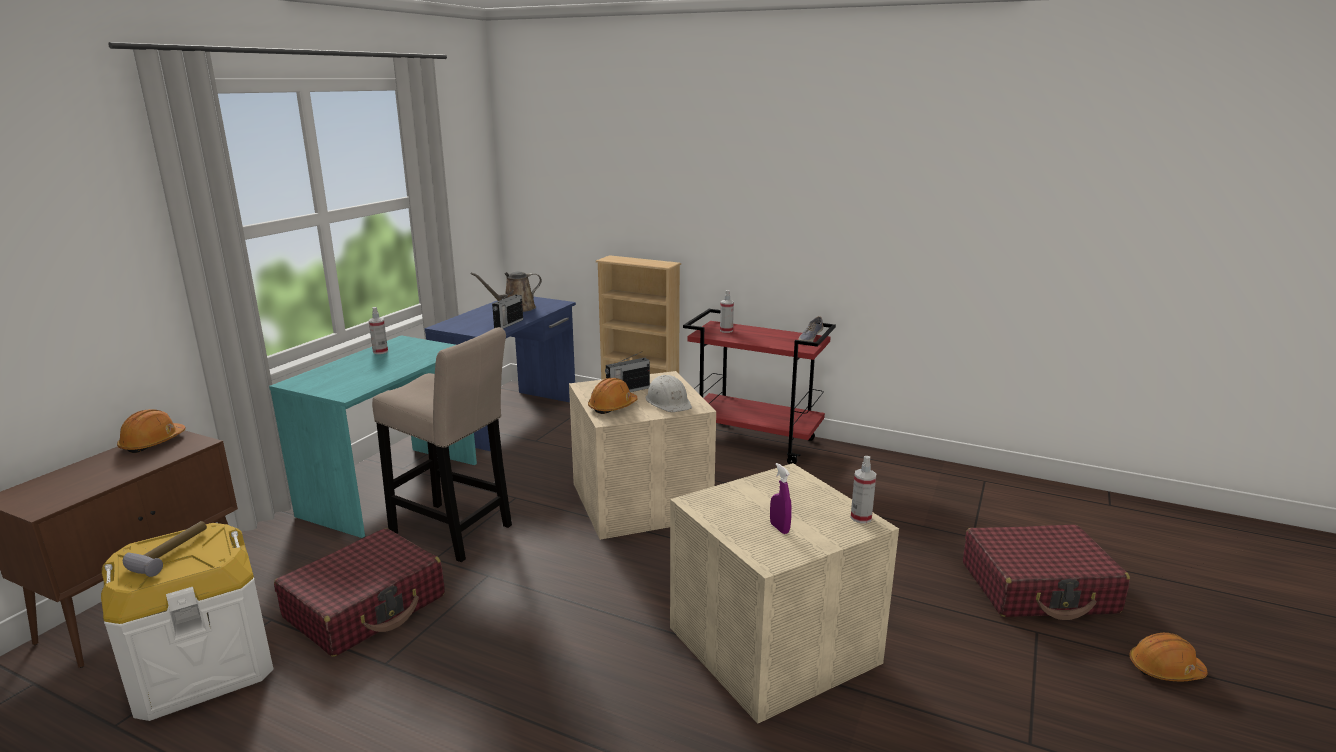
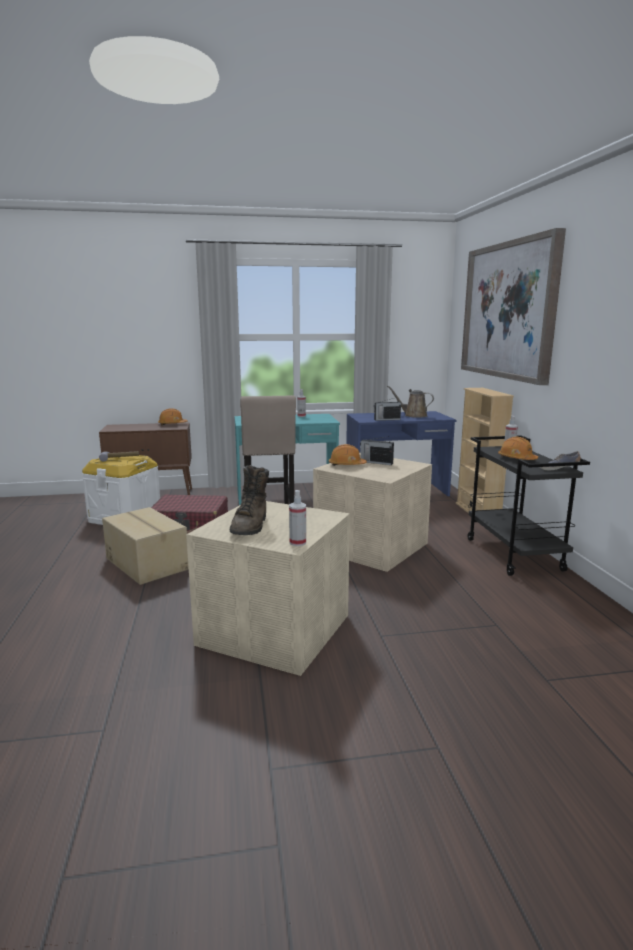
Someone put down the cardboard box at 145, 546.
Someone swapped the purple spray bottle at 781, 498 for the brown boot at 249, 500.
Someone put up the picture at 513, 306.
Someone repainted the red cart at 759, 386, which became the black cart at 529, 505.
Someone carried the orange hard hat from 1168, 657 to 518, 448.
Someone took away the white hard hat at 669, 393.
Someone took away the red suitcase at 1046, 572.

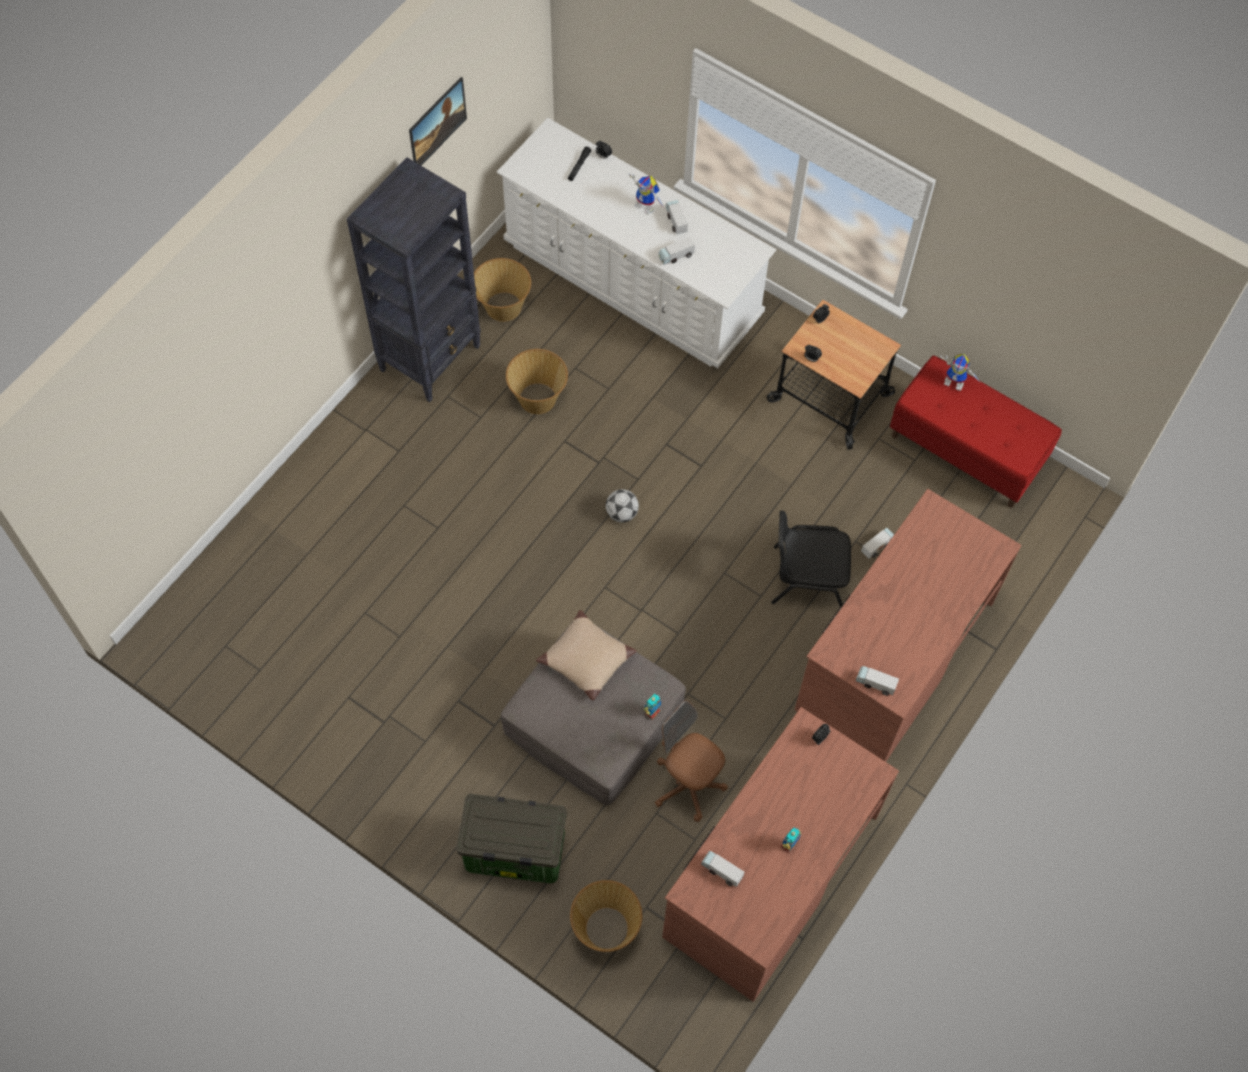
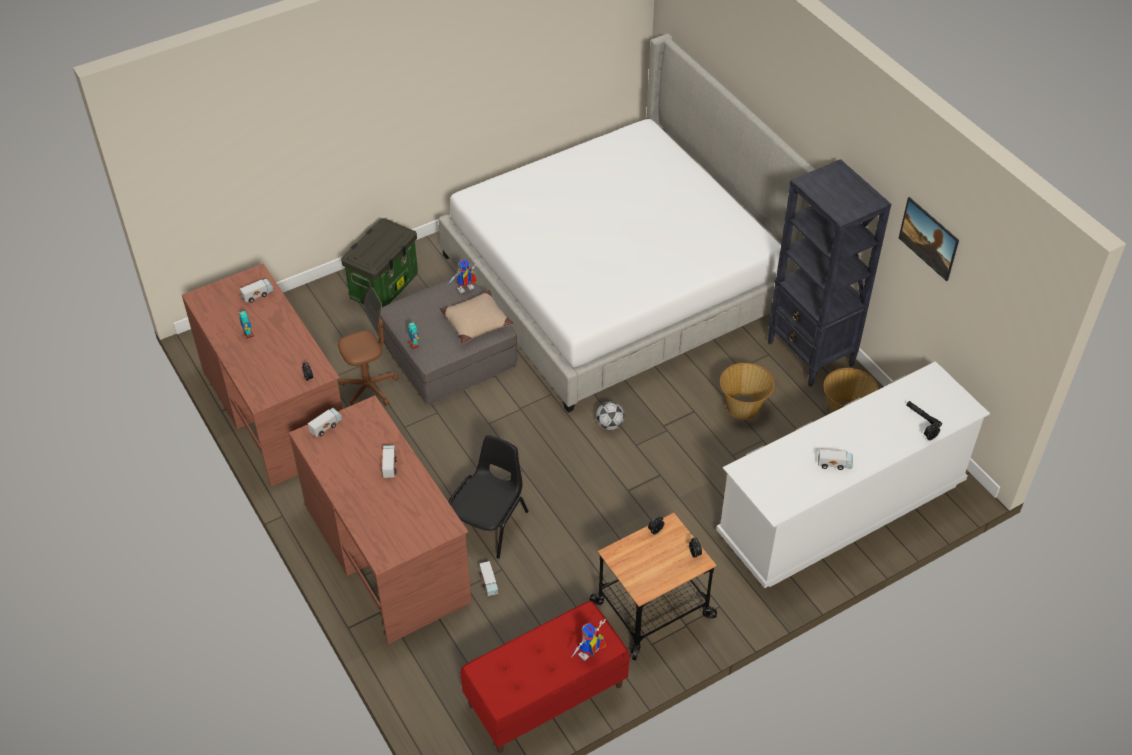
Someone carried the toy truck from 677, 251 to 389, 461.
Someone put down the bed at 627, 223.
Someone carried the toy robot from 646, 194 to 463, 276.
Someone took away the basket at 606, 916.

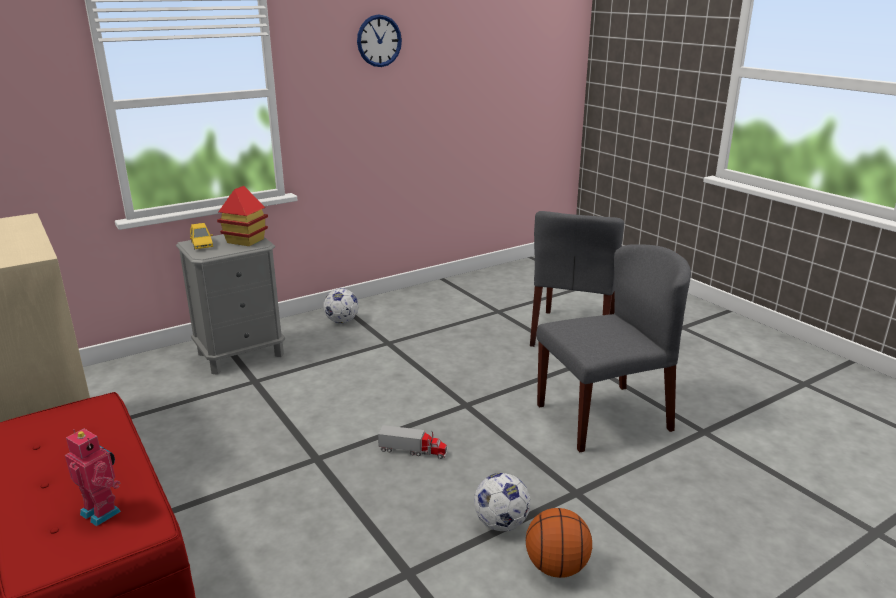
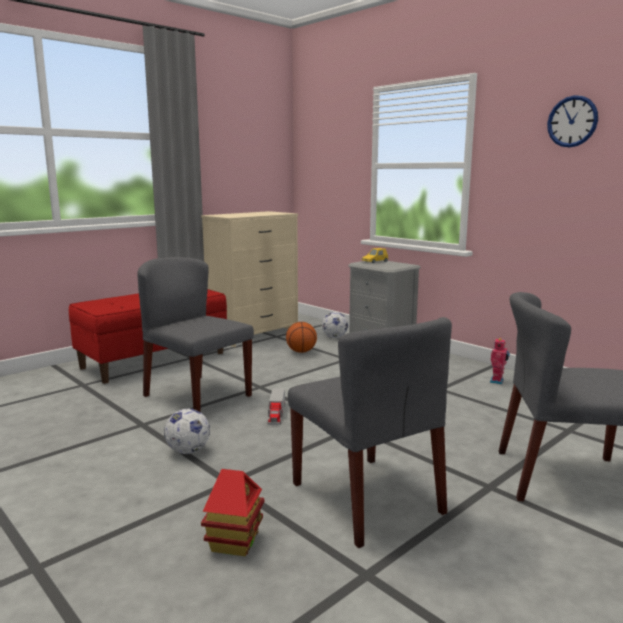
Someone put down the grey chair at 195, 334.
Someone carried the toy house from 242, 216 to 232, 512.
Someone carried the basketball from 559, 543 to 301, 337.
Someone carried the football from 341, 305 to 335, 325.
Someone carried the toy robot from 93, 478 to 499, 361.

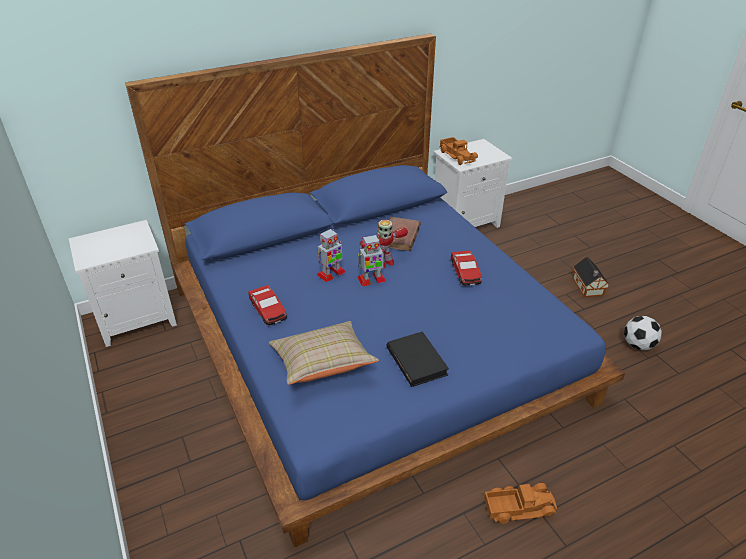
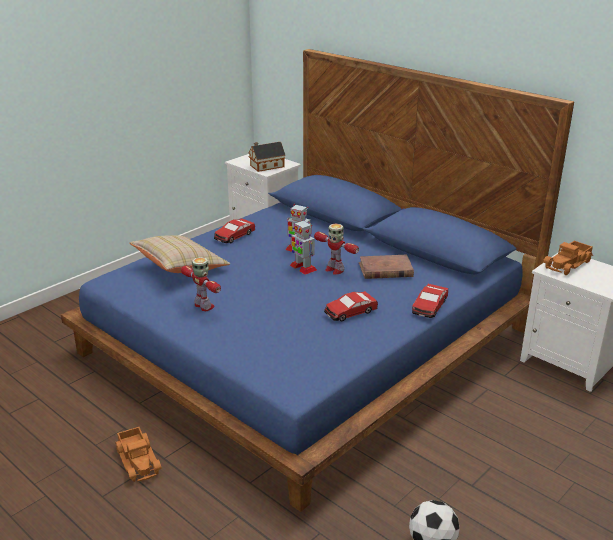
Someone swapped the black book at 417, 359 for the toy robot at 201, 284.
Someone carried the toy house from 590, 277 to 266, 157.
Someone put down the toy car at 430, 301.

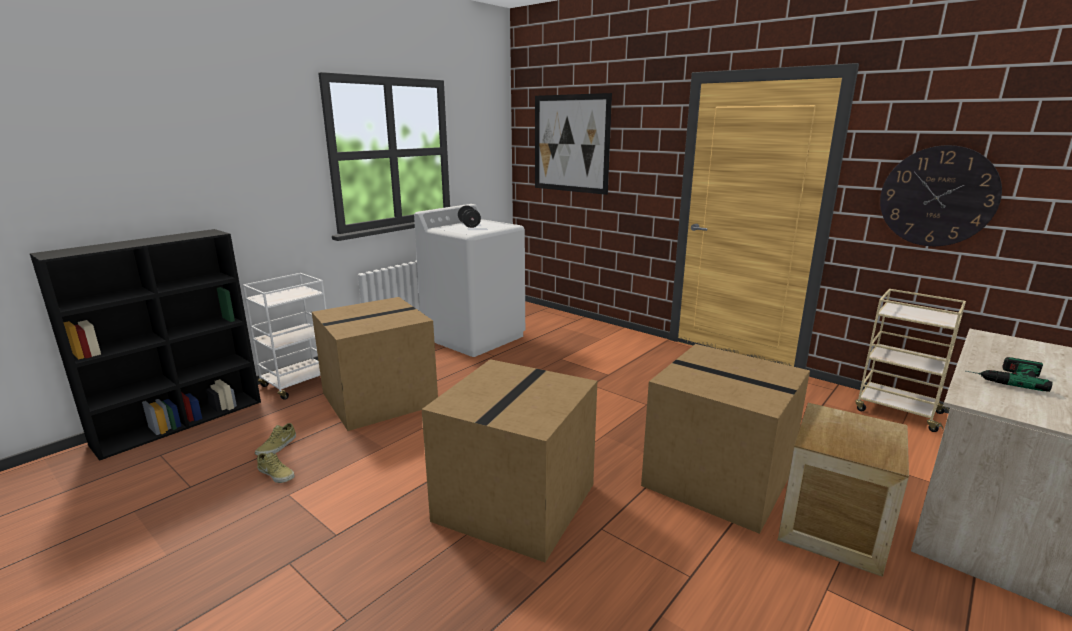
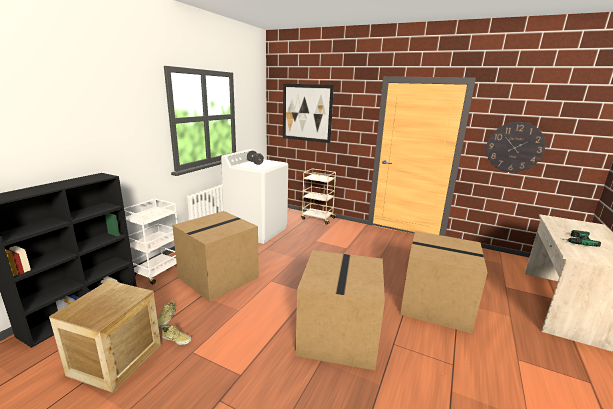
Someone carried the crate from 843, 490 to 105, 336.
Someone carried the beige cart from 910, 360 to 319, 196.

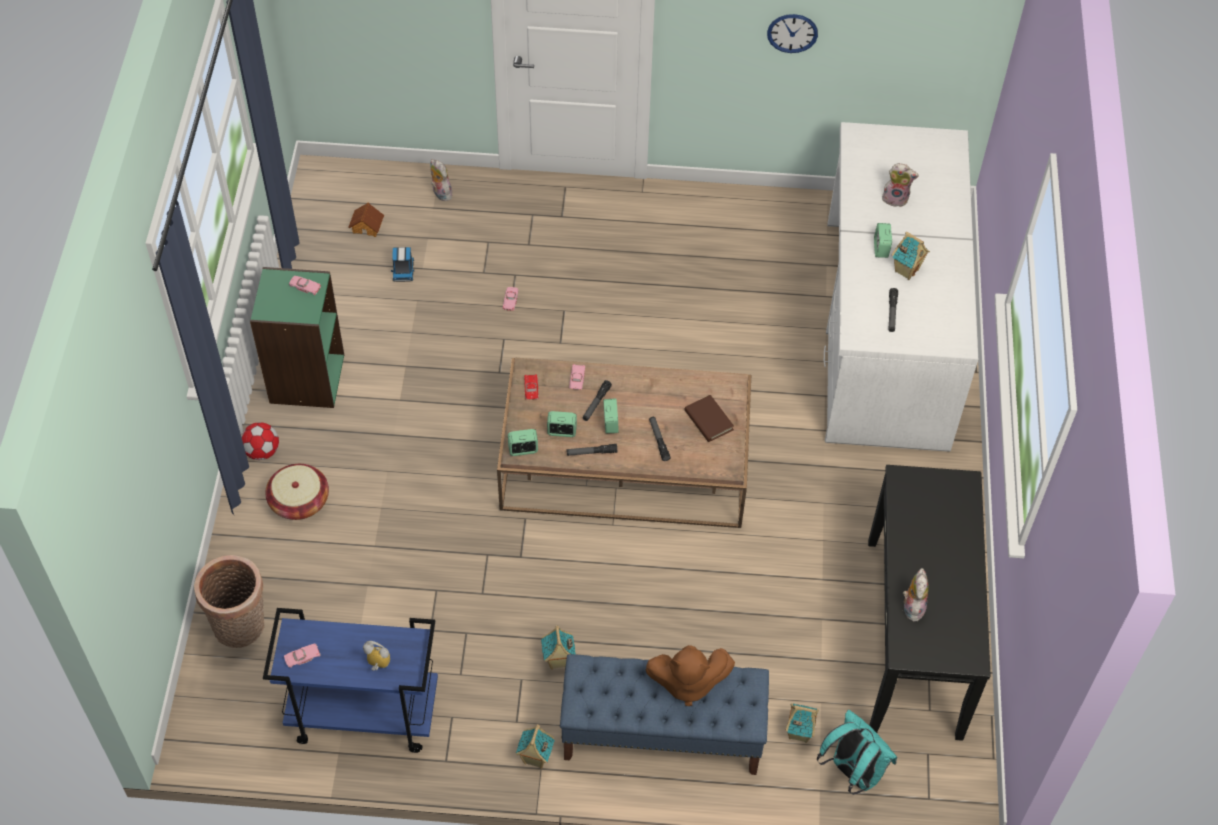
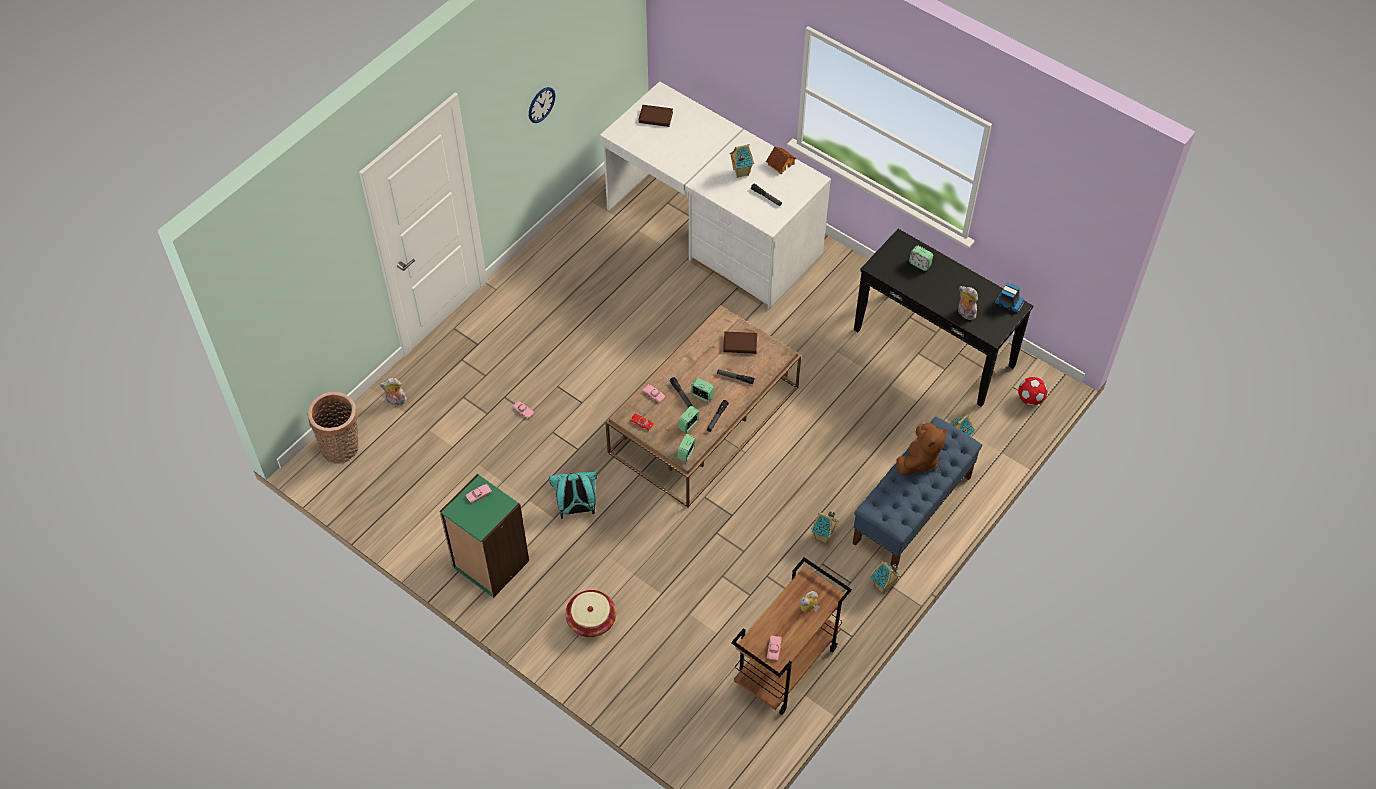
Someone carried the basket from 229, 601 to 333, 428.
Someone carried the turquoise backpack from 857, 752 to 573, 495.
Someone put down the brown book at 655, 116.
Someone repainted the blue cart at 350, 680, which became the brown cart at 791, 636.
Someone carried the toy house from 366, 220 to 781, 160.
Someone carried the alarm clock from 883, 240 to 921, 258.
Someone carried the toy truck from 402, 264 to 1009, 298.
Someone carried the football from 260, 441 to 1032, 391.
Someone took away the plush toy at 900, 185.

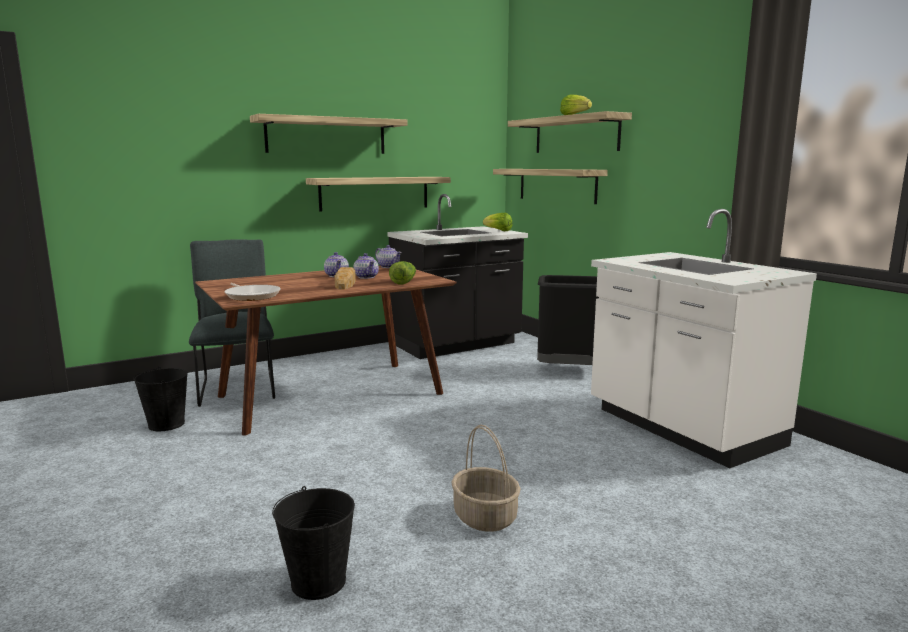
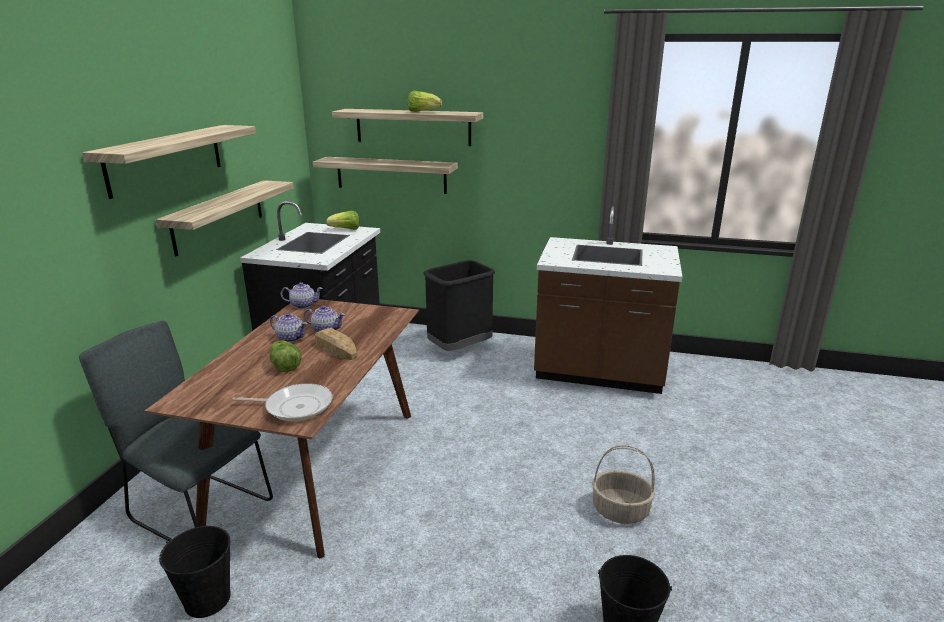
Someone carried the lettuce from 402, 272 to 285, 356.
Someone repainted the white counter at 704, 338, which became the brown counter at 608, 300.

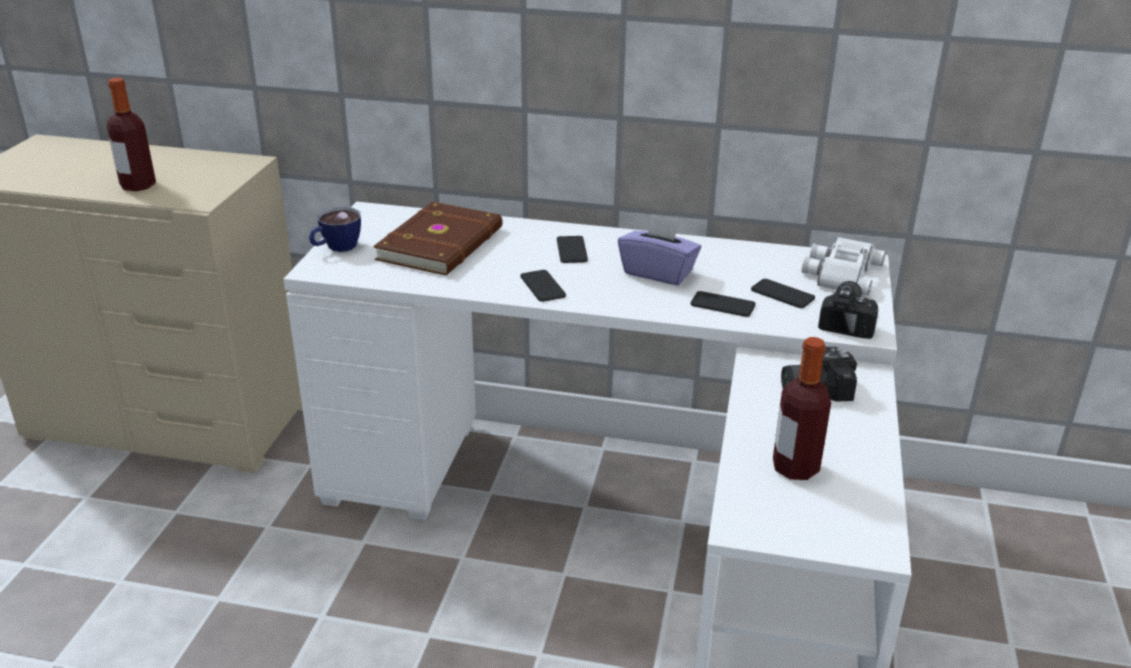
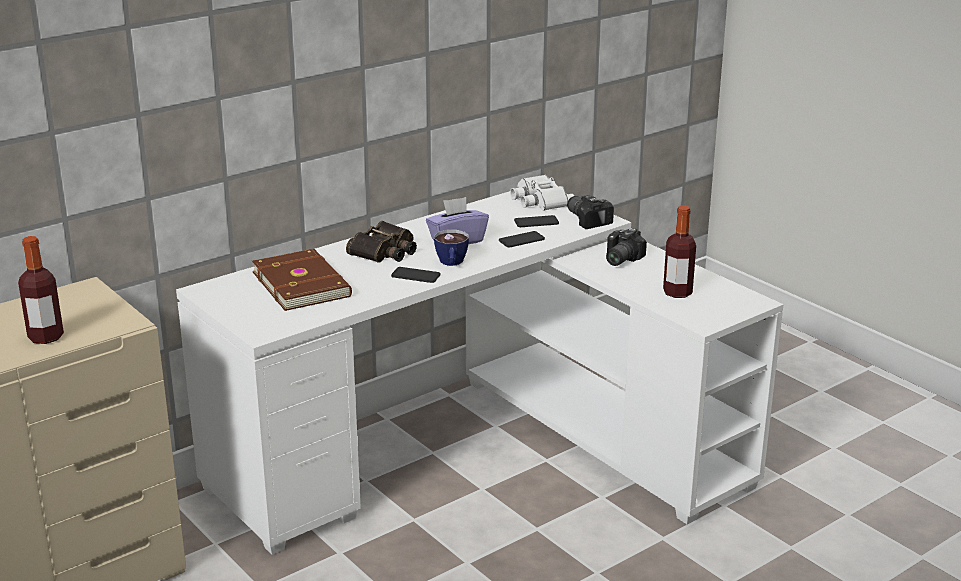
Someone swapped the phone at 572, 249 for the binoculars at 381, 242.
Someone carried the cup from 335, 229 to 451, 247.

